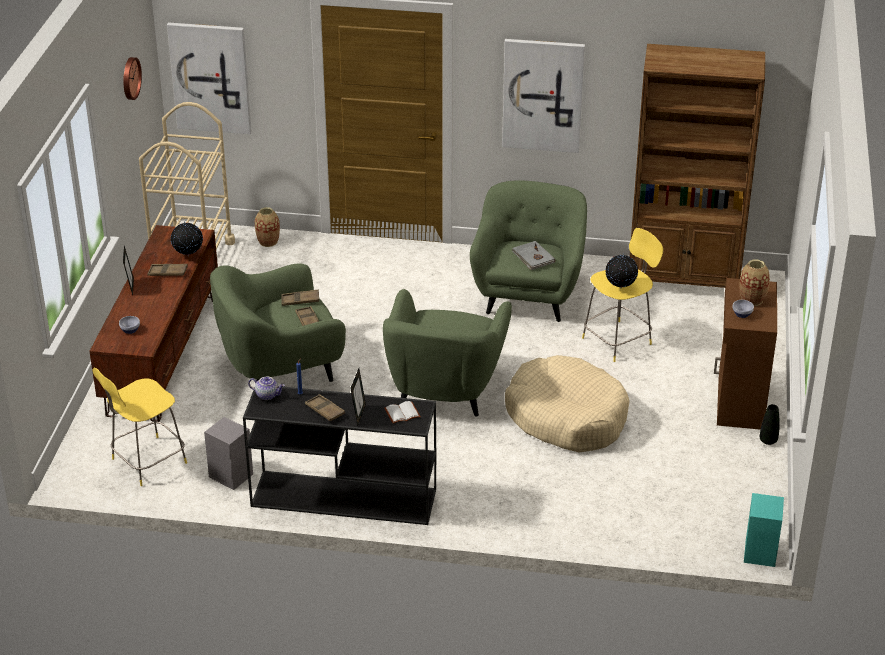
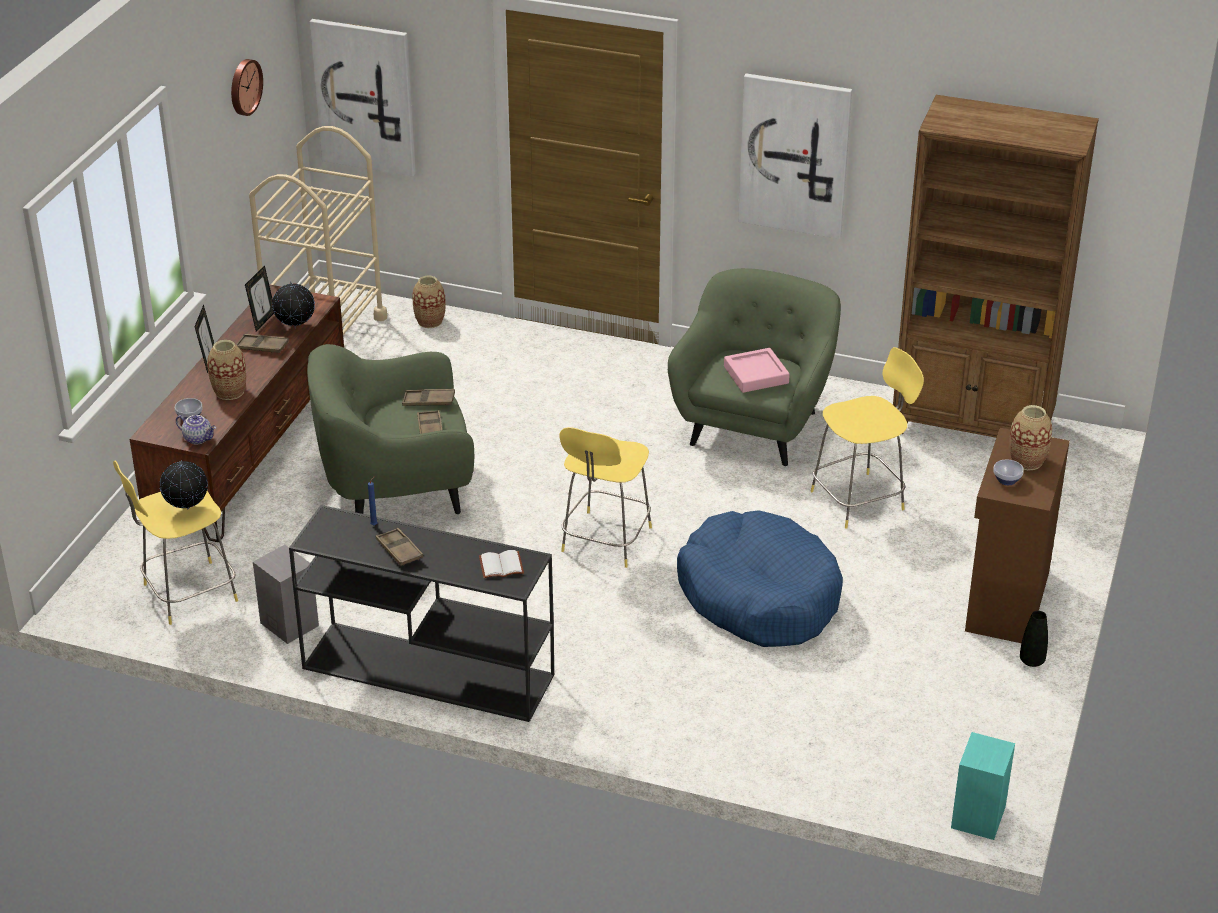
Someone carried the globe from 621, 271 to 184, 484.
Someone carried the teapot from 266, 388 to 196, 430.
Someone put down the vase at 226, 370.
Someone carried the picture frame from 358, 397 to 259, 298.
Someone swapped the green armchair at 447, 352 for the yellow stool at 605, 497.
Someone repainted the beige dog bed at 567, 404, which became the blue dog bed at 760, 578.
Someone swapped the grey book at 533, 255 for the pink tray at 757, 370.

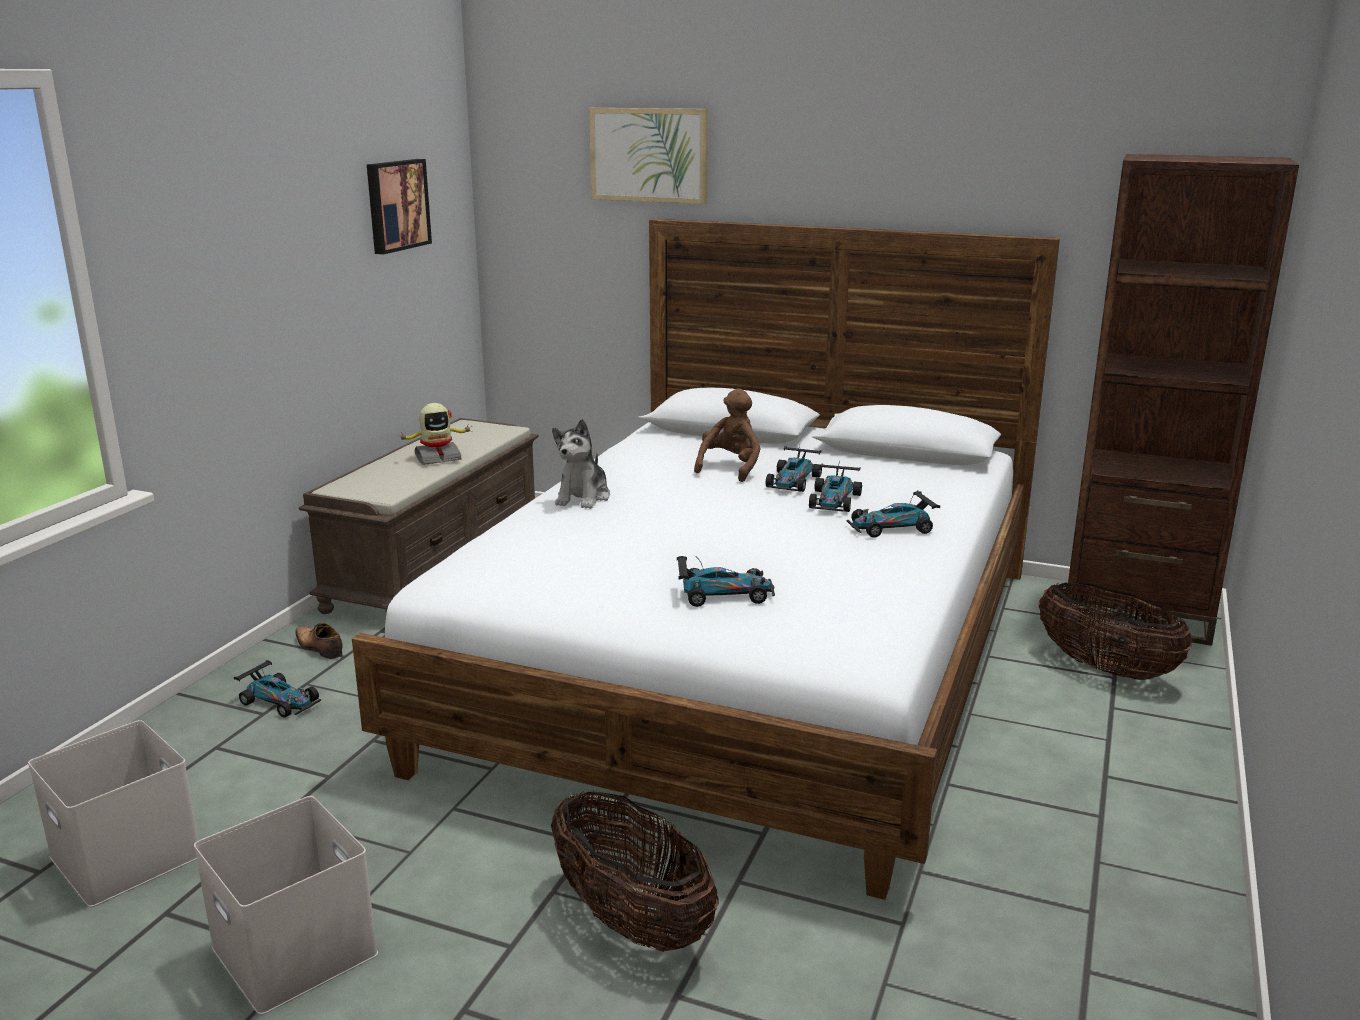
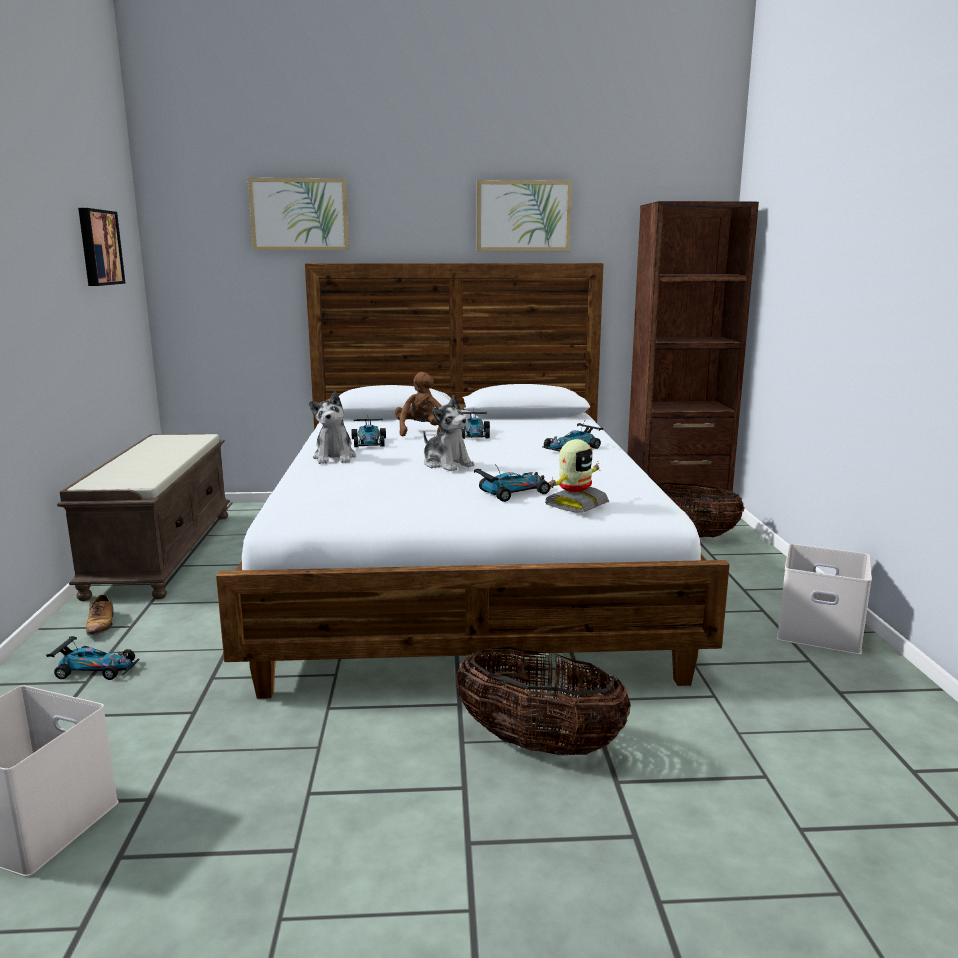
Someone rotated the shoe at 319, 641 by 120 degrees counterclockwise.
Someone carried the toy car from 835, 486 to 368, 433.
Someone put down the plush toy at 448, 433.
Someone put up the picture at 524, 215.
Someone carried the toy robot from 435, 434 to 577, 476.
Someone carried the white storage box from 286, 905 to 824, 599.

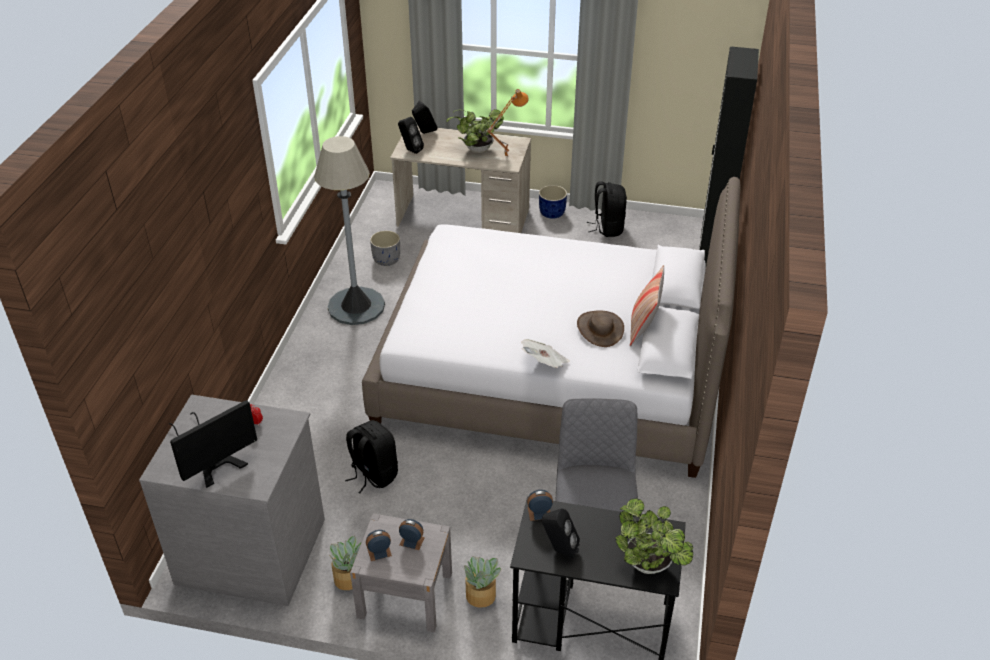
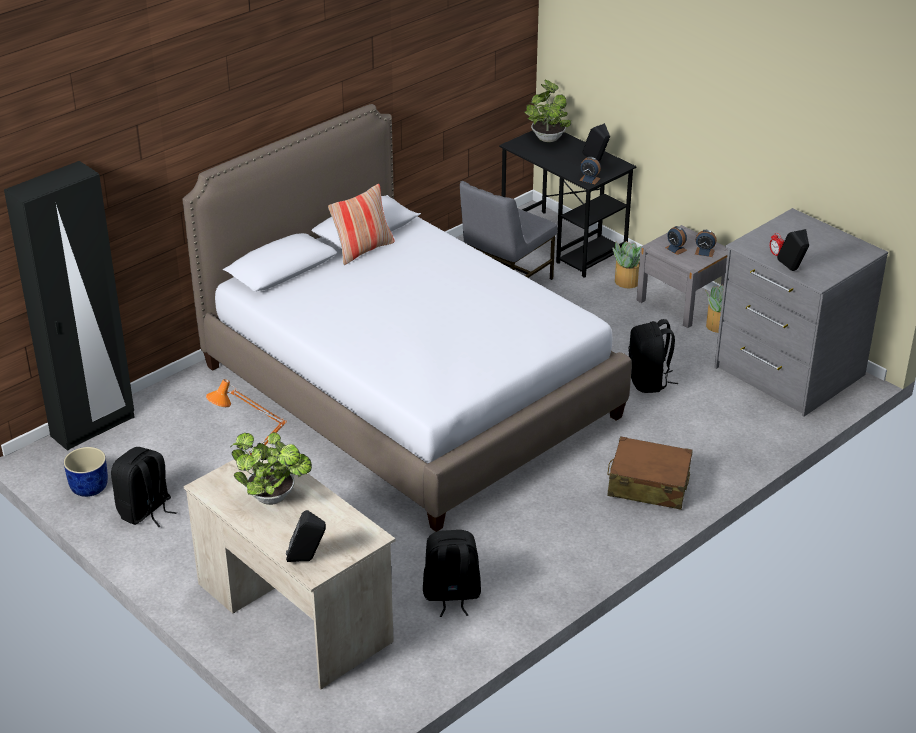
Someone carried the blue planter from 553, 202 to 86, 472.
Someone swapped the grey planter at 385, 248 for the black backpack at 452, 573.
Someone put down the brown suitcase at 650, 473.
Someone carried the black speaker from 411, 135 to 793, 250.
Someone took away the monitor at 213, 444.
Someone took away the grey floor lamp at 349, 230.
Someone took away the newspaper at 545, 353.
Someone took away the brown hat at 600, 328.

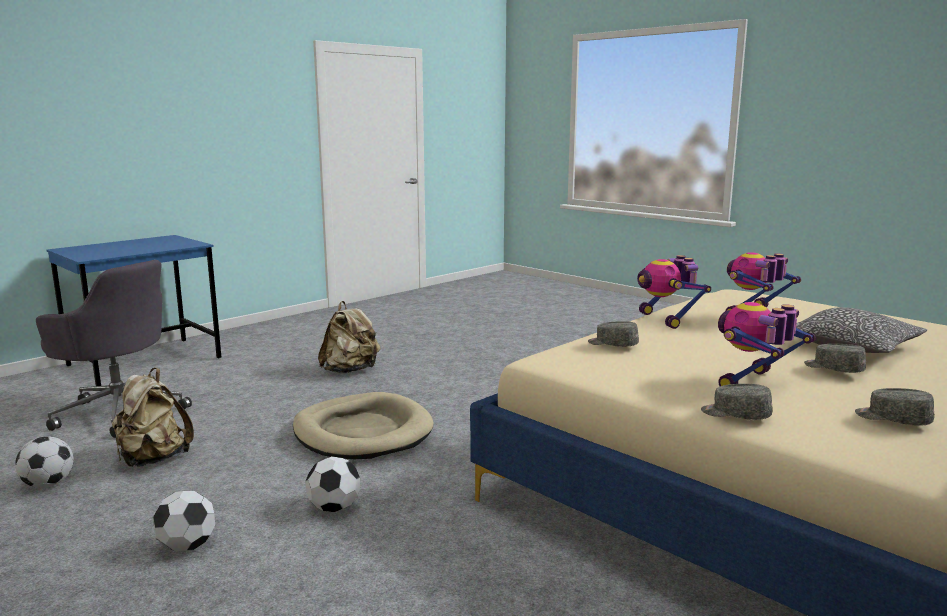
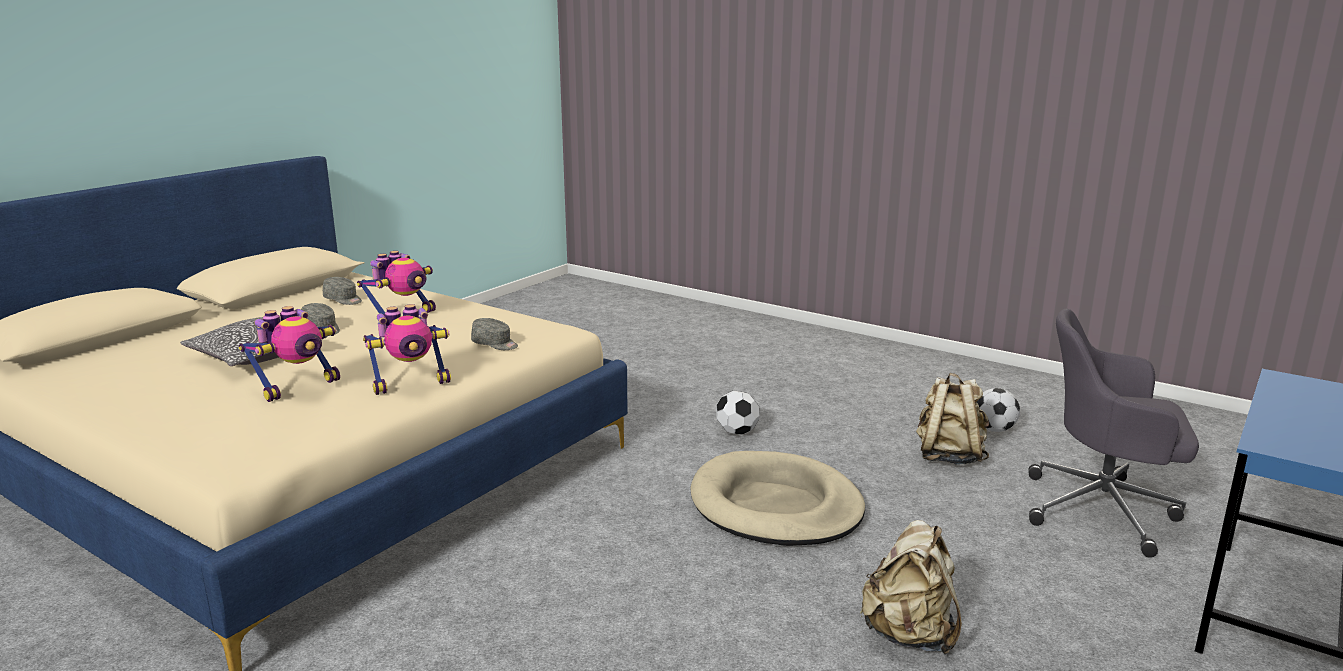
Someone rotated the toy robot at 674, 292 by 90 degrees clockwise.
Someone took away the football at 184, 521.
Someone took away the grey cap at 737, 402.

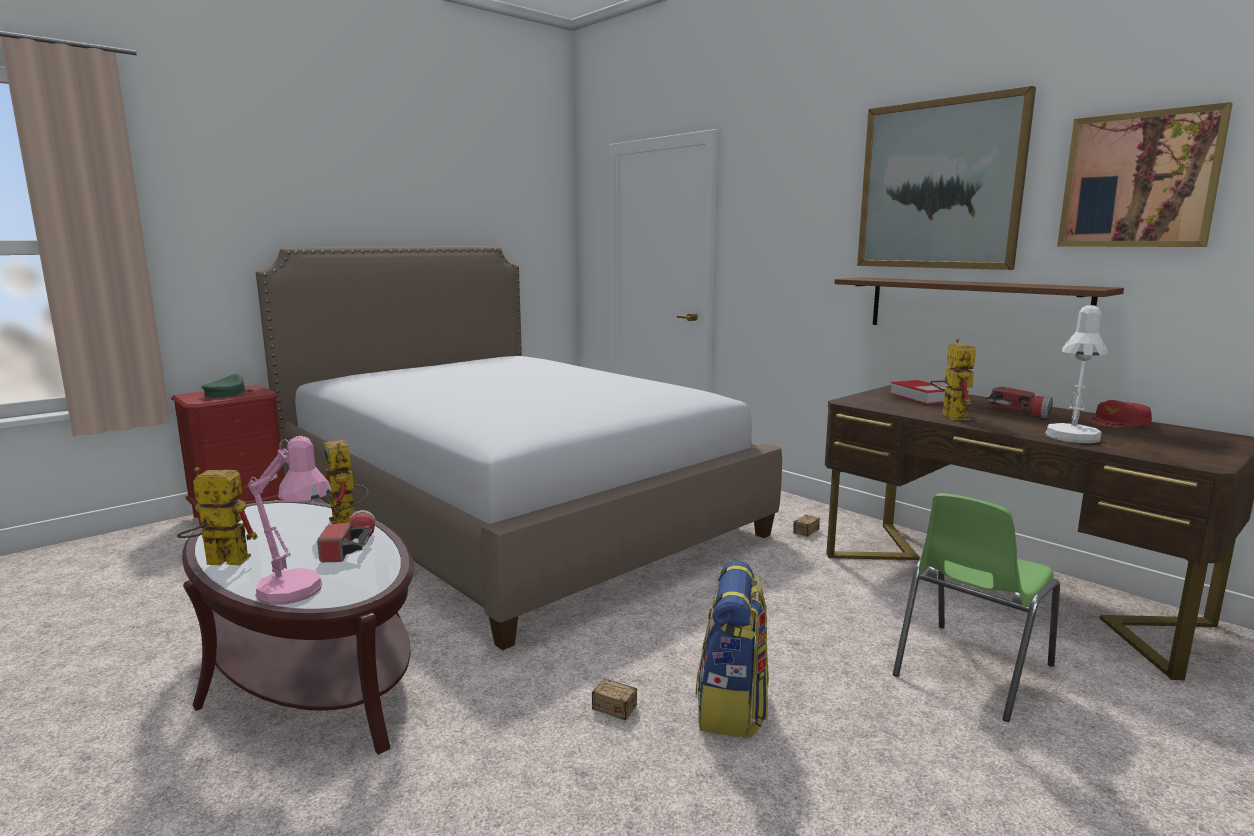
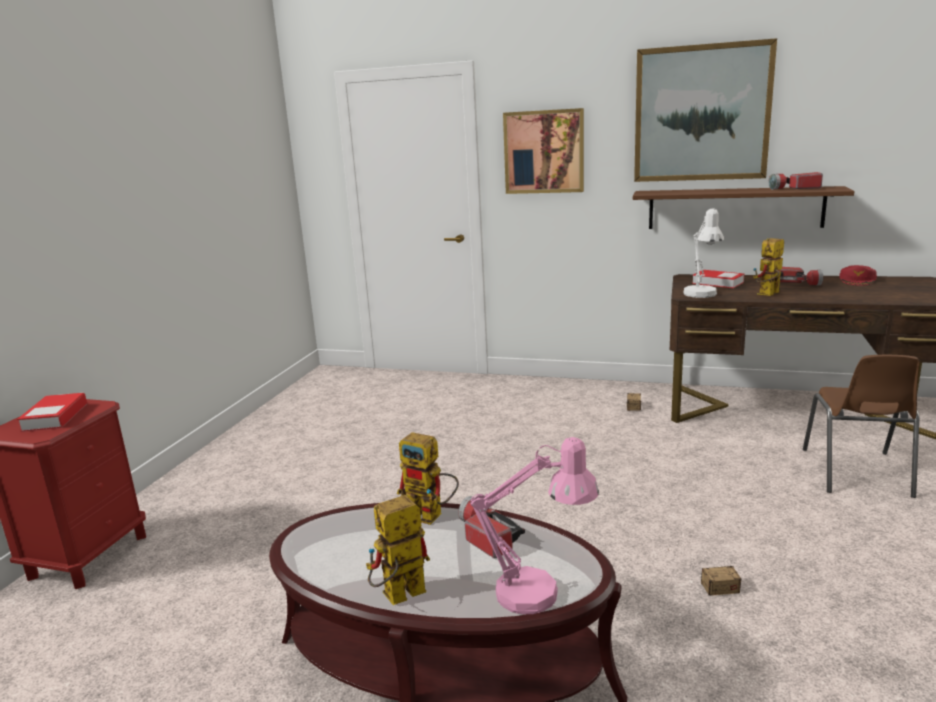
Someone swapped the green cap at 228, 386 for the book at 52, 412.
Someone carried the picture from 1145, 174 to 543, 151.
Someone carried the white table lamp from 1076, 374 to 703, 253.
Someone rotated the toy robot at 953, 379 by 105 degrees counterclockwise.
Someone put down the flashlight at 796, 181.
Someone repainted the green chair at 976, 607, which became the brown chair at 861, 426.
Someone took away the bed at 519, 448.
Someone took away the backpack at 732, 649.

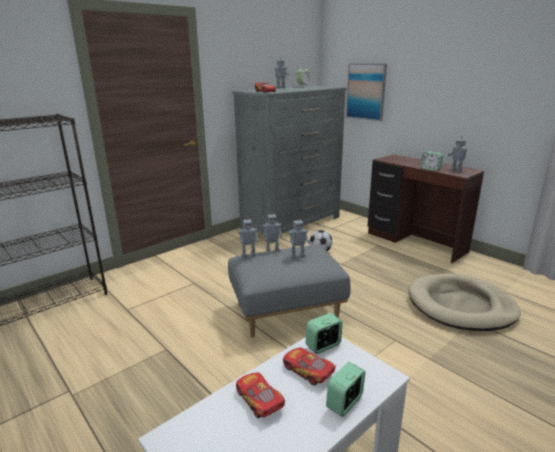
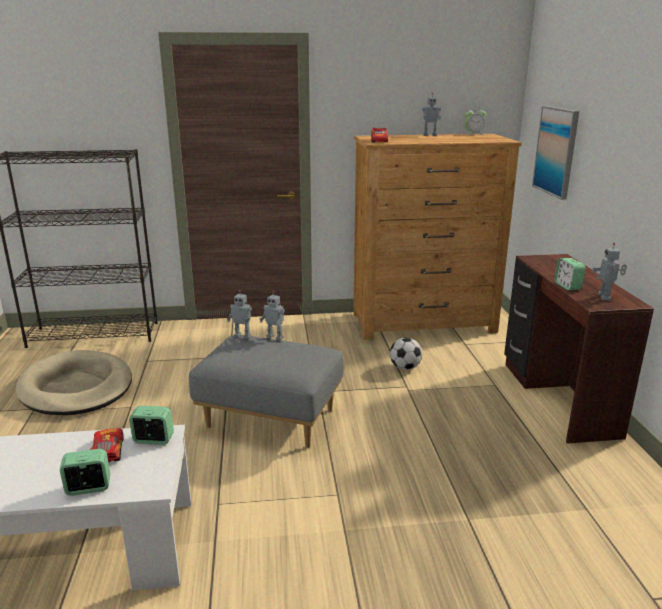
Someone carried the beige dog bed from 465, 302 to 74, 382.
Someone repainted the grey dresser at 289, 164, which became the brown dresser at 437, 237.
Someone took away the toy car at 260, 395.
Someone took away the toy robot at 299, 238.

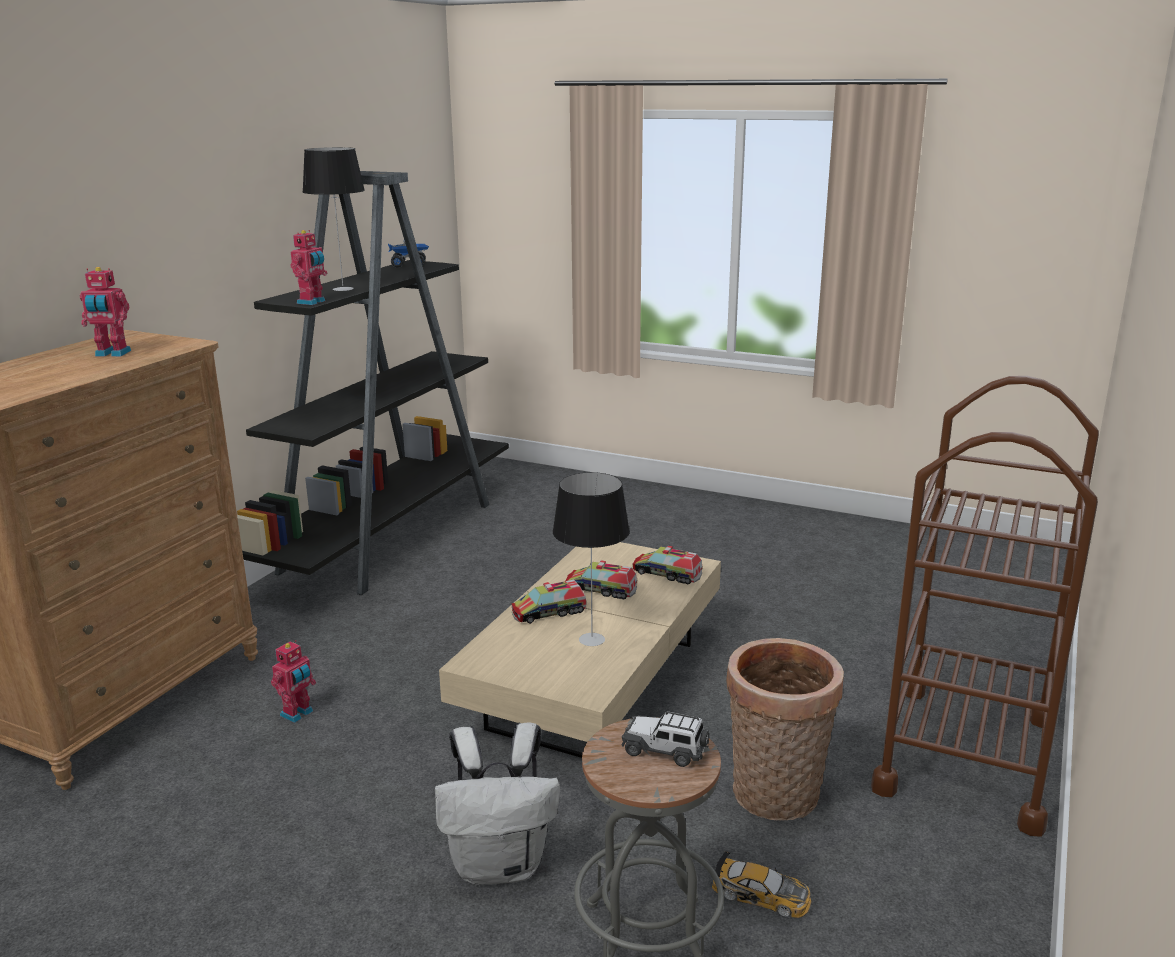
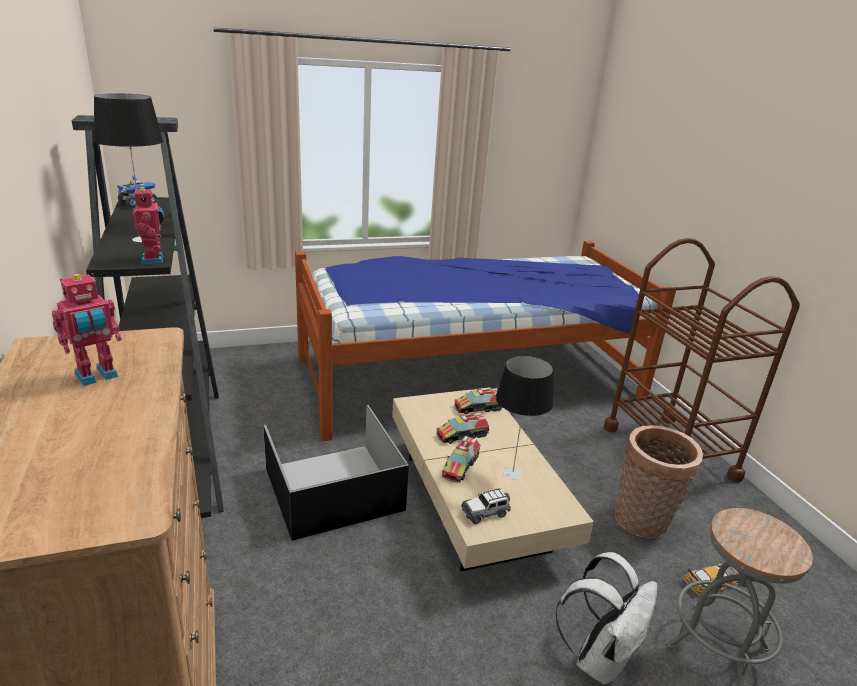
Someone put down the black storage box at 336, 473.
Someone put down the bed at 485, 341.
Someone carried the toy car from 665, 739 to 486, 506.
Someone took away the toy robot at 293, 681.

